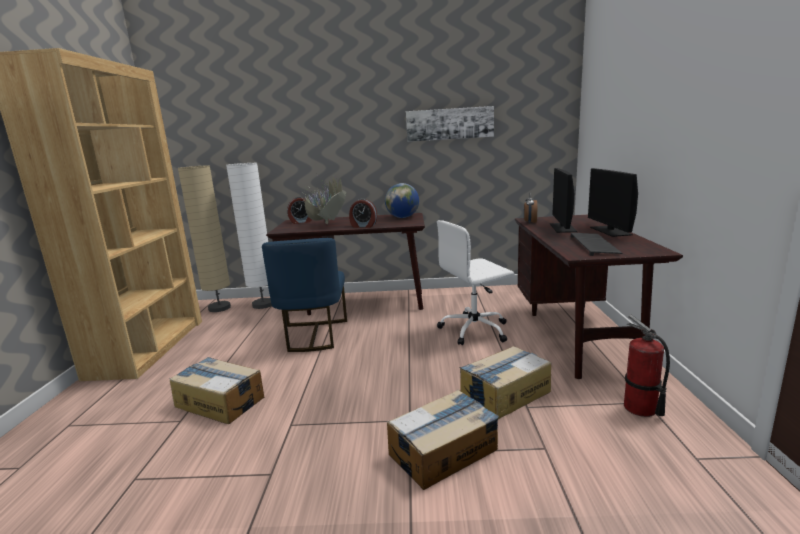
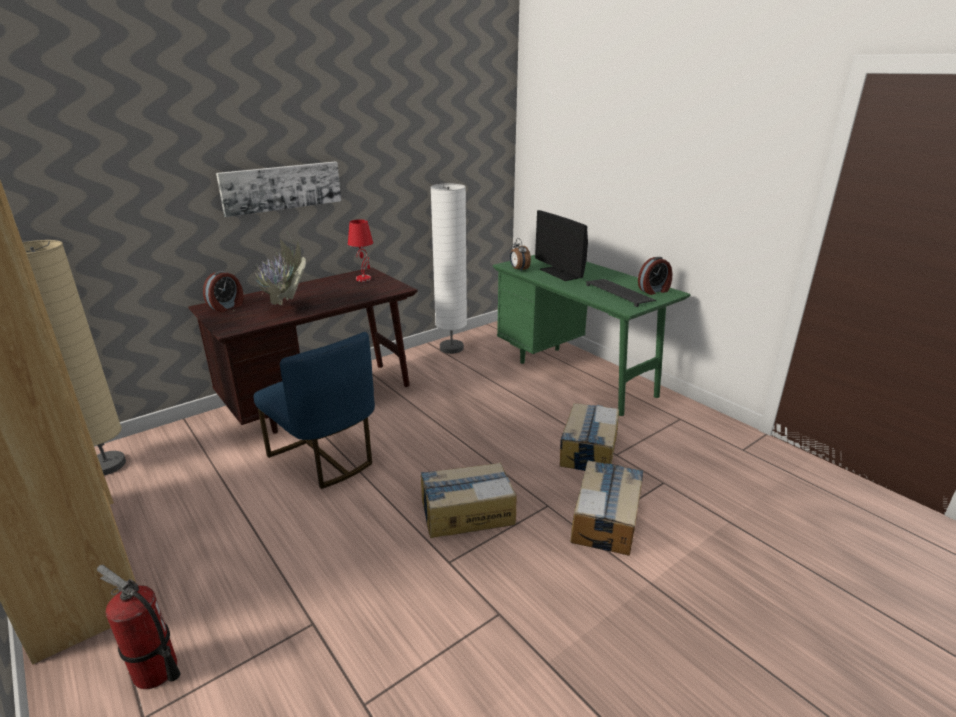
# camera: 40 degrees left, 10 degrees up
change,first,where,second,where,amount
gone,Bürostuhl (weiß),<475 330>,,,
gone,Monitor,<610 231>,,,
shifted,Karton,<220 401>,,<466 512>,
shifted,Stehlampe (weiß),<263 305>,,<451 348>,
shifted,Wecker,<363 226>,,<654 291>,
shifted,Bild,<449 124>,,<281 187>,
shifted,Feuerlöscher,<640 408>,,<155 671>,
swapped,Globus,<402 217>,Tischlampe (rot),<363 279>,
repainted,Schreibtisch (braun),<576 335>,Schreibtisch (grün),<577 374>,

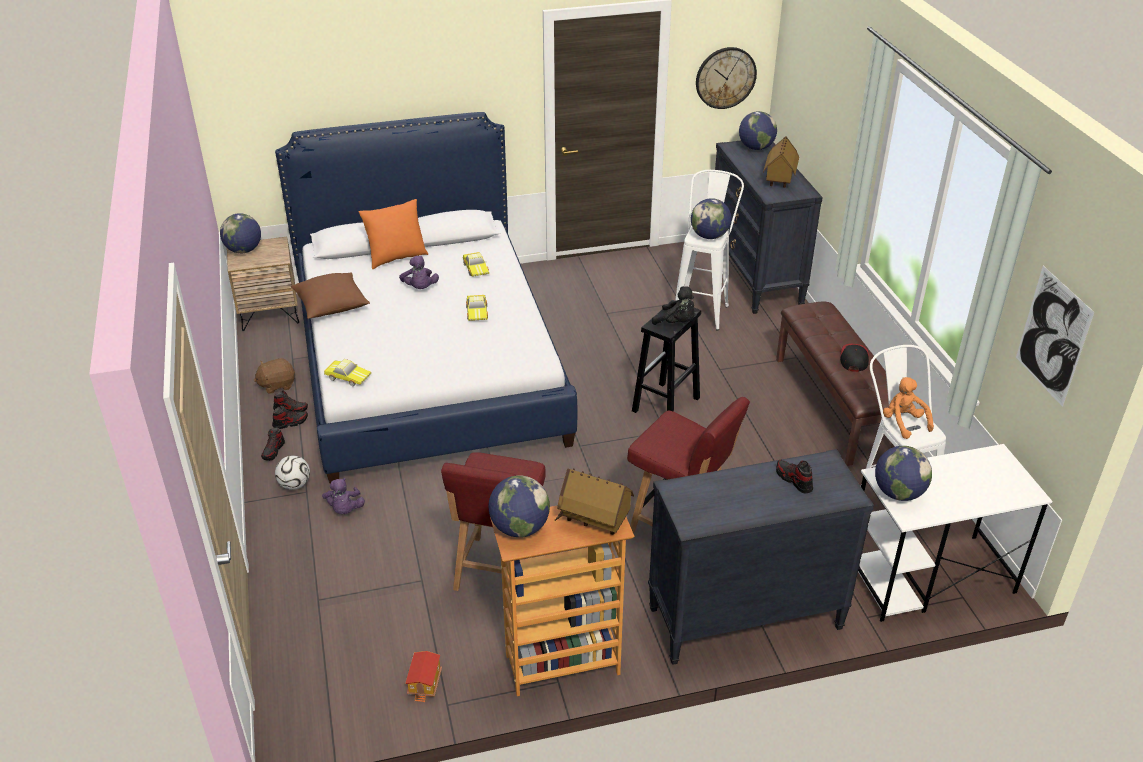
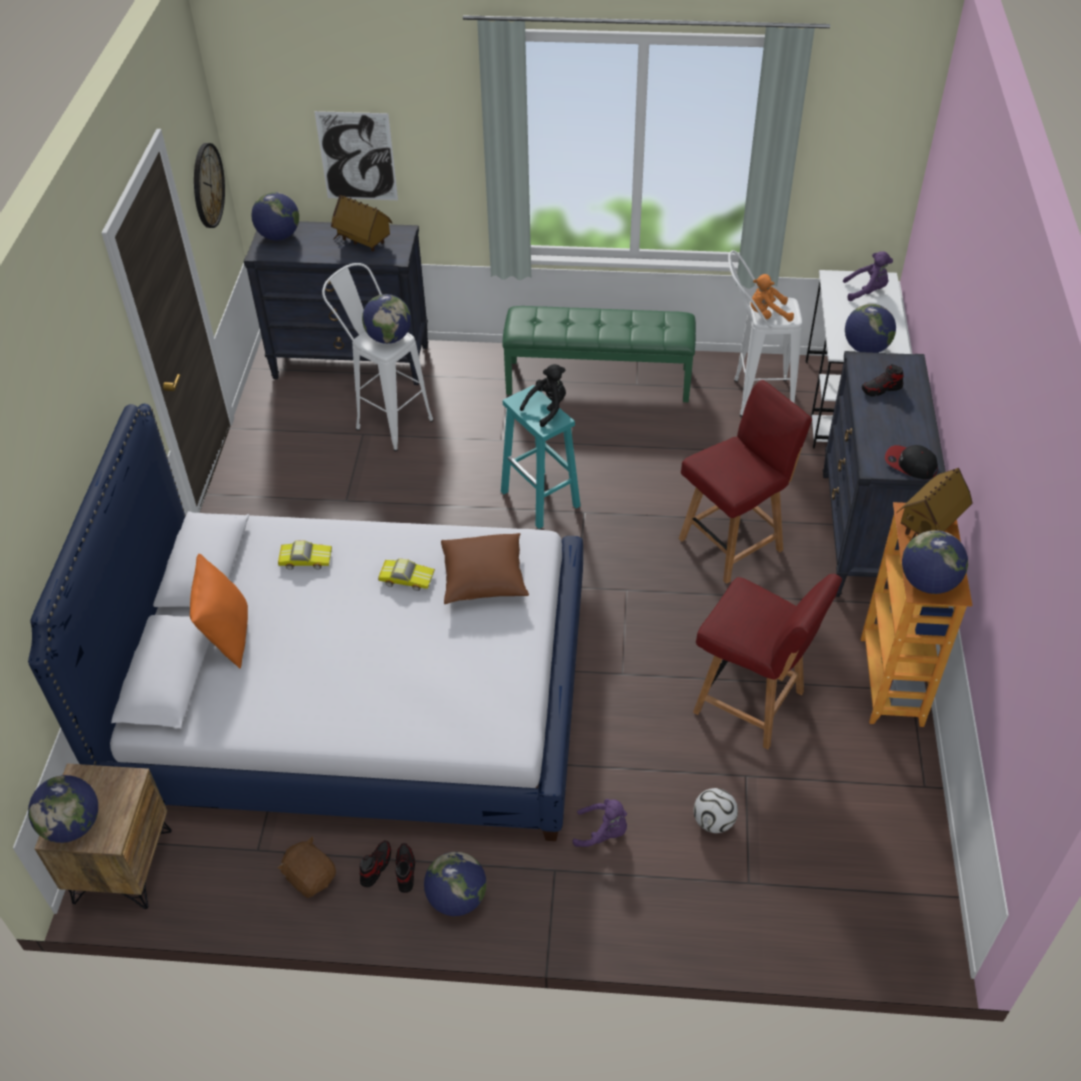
# camera: 70 degrees left, 10 degrees up
change,first,where,second,where,amount
gone,Spielzeugauto,<348 376>,,,
gone,Spielzeughaus,<425 683>,,,
shifted,Fußball,<294 485>,,<713 821>,
shifted,Kissen (braun),<331 306>,,<484 579>,
shifted,Plüschtier (lila),<420 288>,,<867 291>,
shifted,Kappe,<853 359>,,<910 464>,
shifted,Bild,<1053 336>,,<357 156>,
swapped,Schuh,<273 451>,Globus,<457 898>,
repainted,Hocker (schwarz),<665 405>,Hocker (türkis),<541 499>,
repainted,Bank (braun),<834 405>,Bank (grün),<598 380>,
rotated,Plüschtier (braun),<277 385>,,<310 877>,135 degrees clockwise

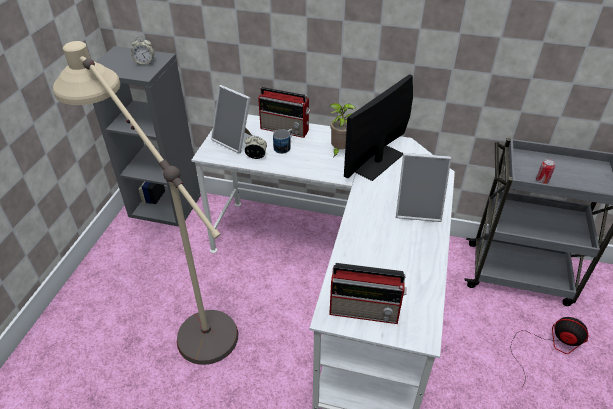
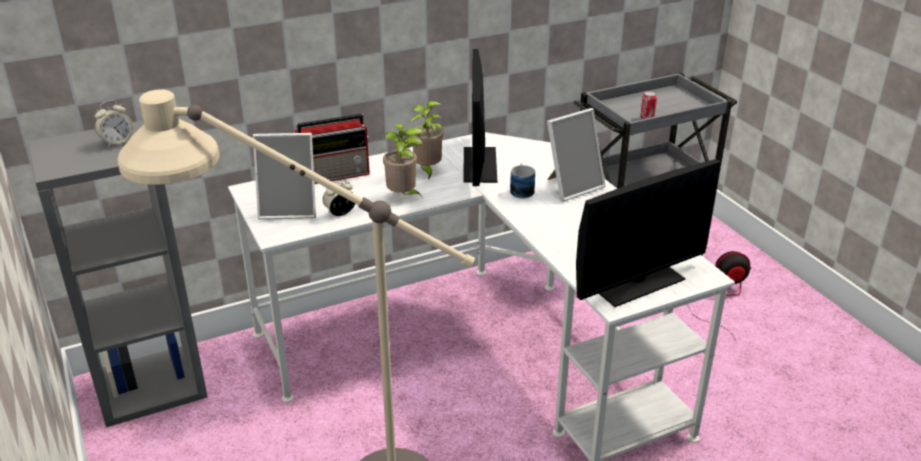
# camera: 40 degrees left, 10 degrees down
change,first,where,second,where,amount
new,,,Topfpflanze,<403 197>,
shifted,Henkelbecher,<284 147>,,<521 190>,
swapped,Radio,<366 310>,Monitor,<637 282>,

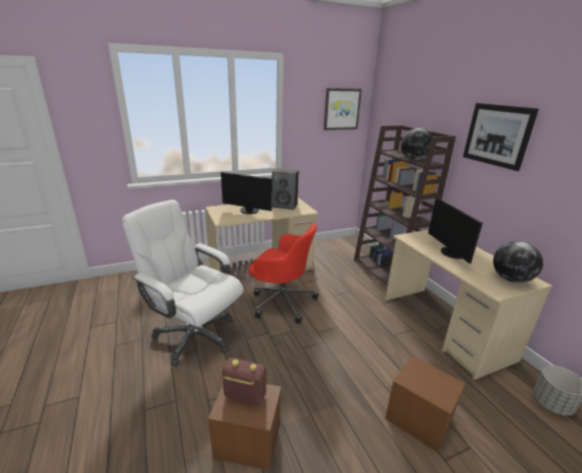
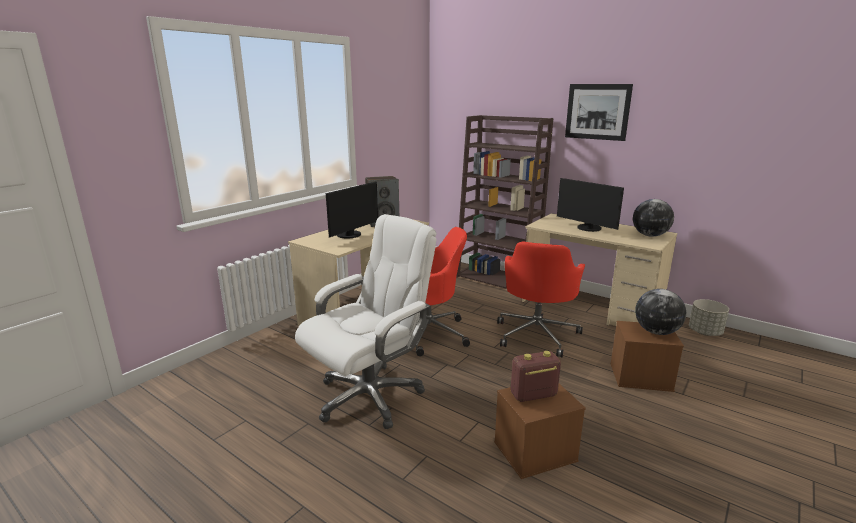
# camera: 30 degrees left, 5 degrees down
change,first,where,second,where,amount
gone,Bild,<341 109>,,,
new,,,Bürostuhl (rot),<537 334>,
shifted,Globus,<414 159>,,<656 332>,
rotated,Bürostuhl (weiß),<194 335>,,<370 395>,135 degrees clockwise
rotated,Monitor,<248 211>,,<351 235>,45 degrees counterclockwise

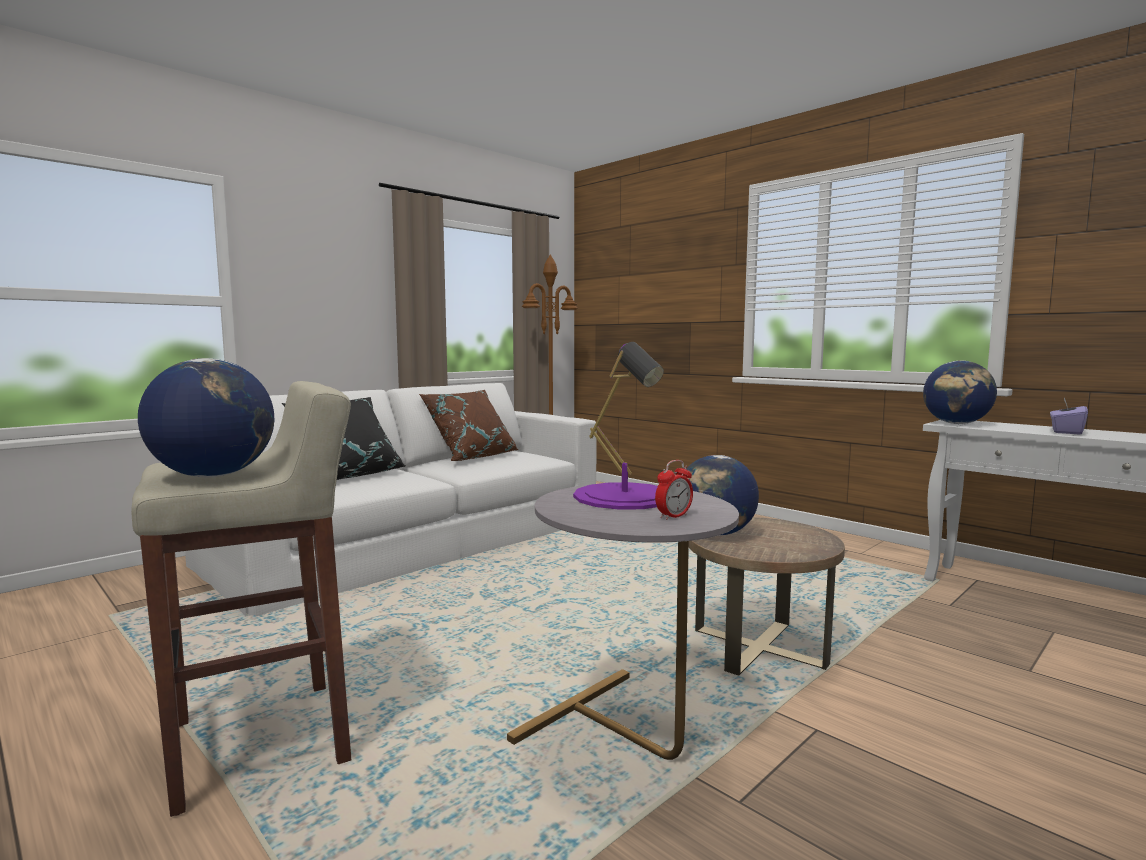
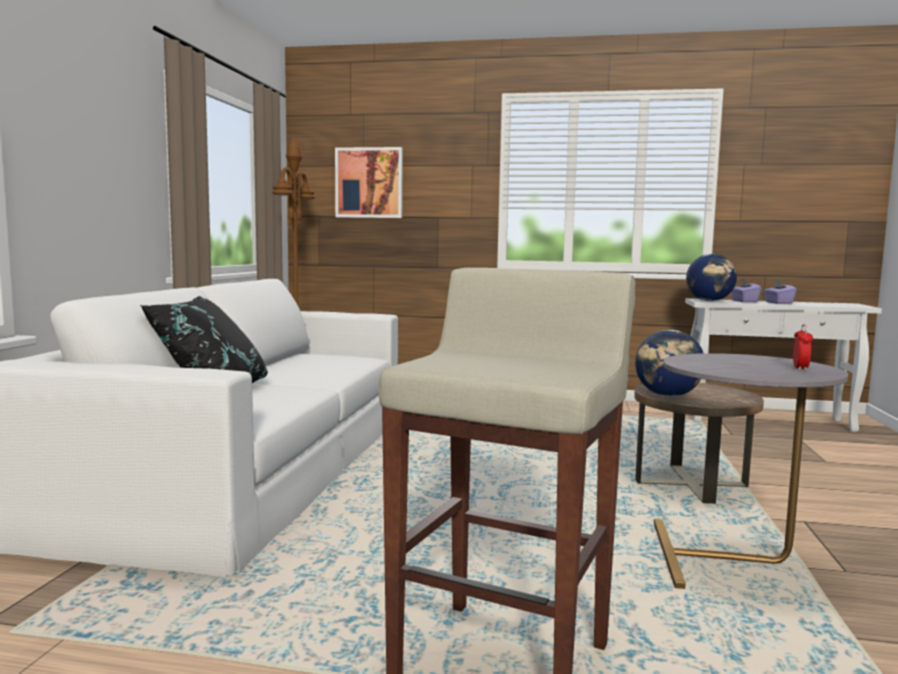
# camera: 35 degrees left, 0 degrees up
change,first,where,second,where,amount
gone,Globus,<213 476>,,,
gone,Kissen (braun),<471 457>,,,
gone,Tischlampe (lila),<625 496>,,,
new,,,Bild,<369 183>,
new,,,Taschentuchbox (lila),<744 301>,

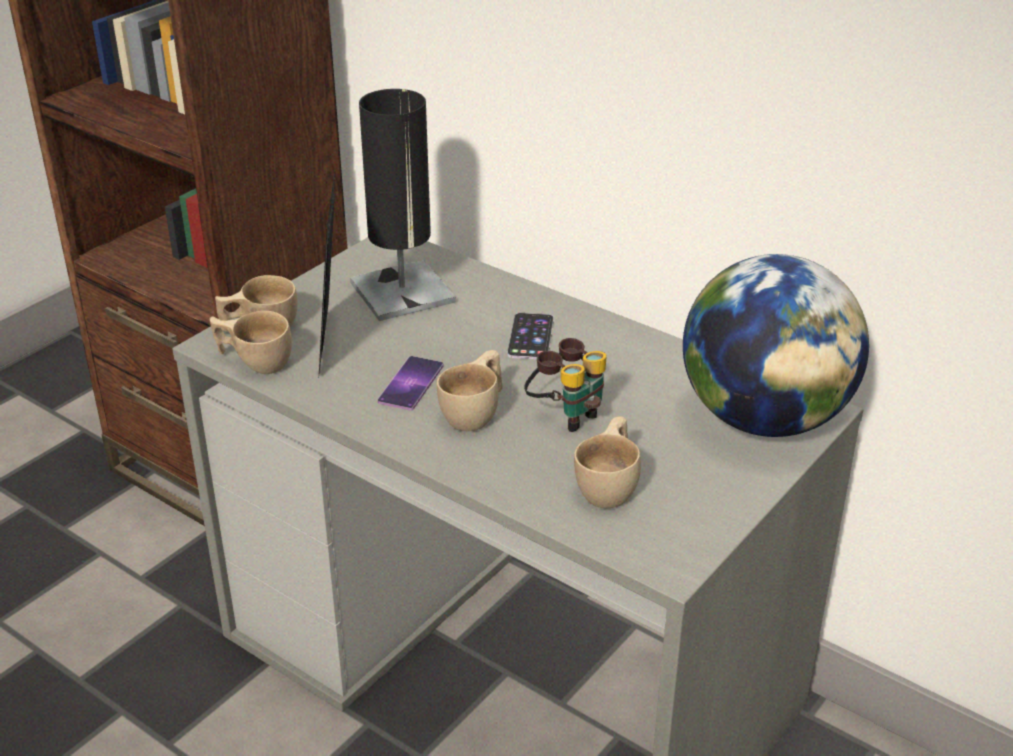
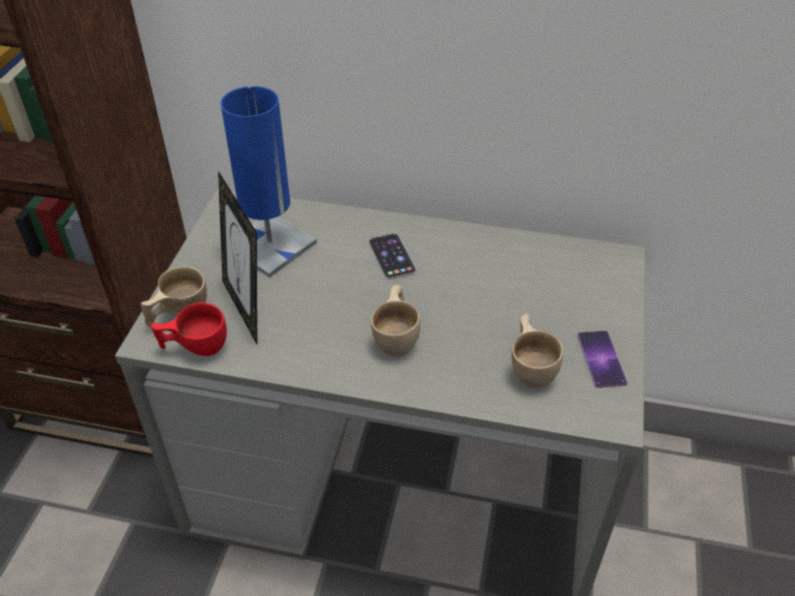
# camera: 25 degrees left, 10 degrees up
change,first,where,second,where,amount
gone,Fernglas,<566 414>,,,
gone,Globus,<764 419>,,,
shifted,Handy,<411 383>,,<601 359>,
repainted,Tasse (beige),<254 361>,Tasse (rot),<194 346>,
repainted,Tischlampe (schwarz),<402 292>,Tischlampe (blau),<270 245>,

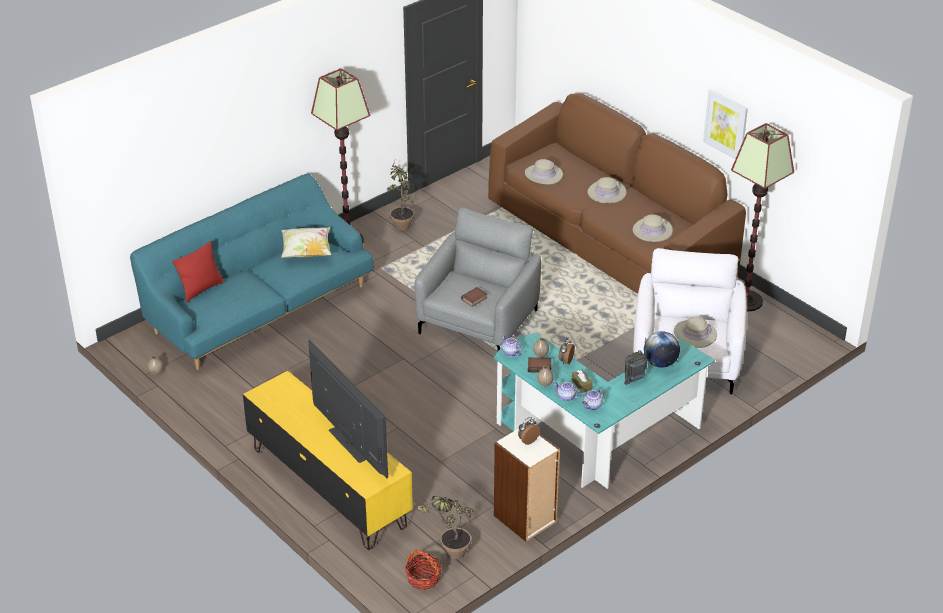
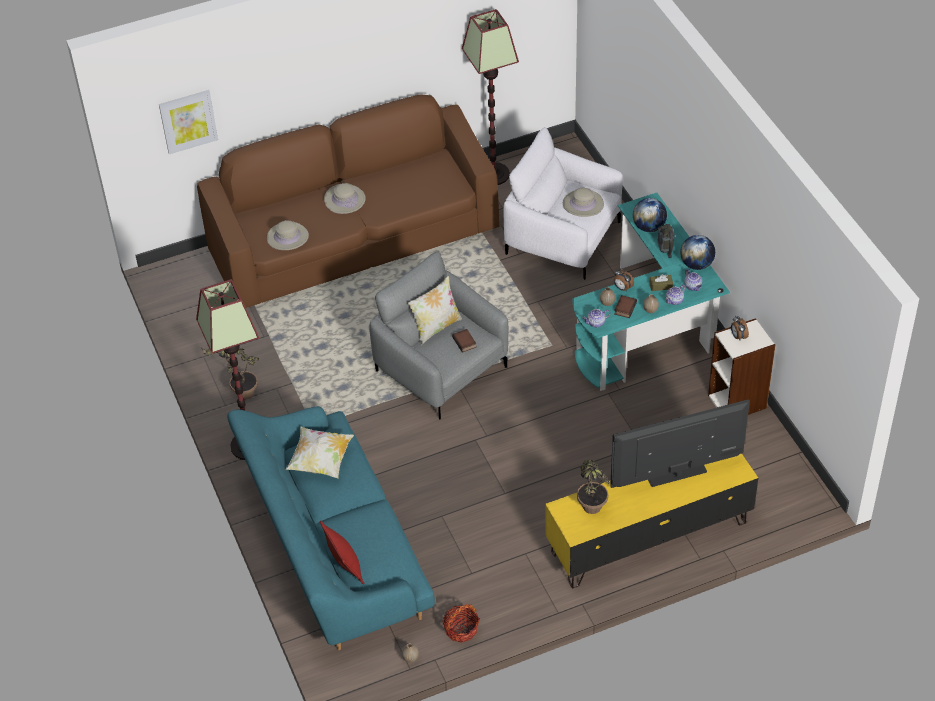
# camera: 70 degrees left, 10 degrees up
change,first,where,second,where,amount
gone,Hut (beige),<652 230>,,,
new,,,Kissen,<436 327>,
new,,,Globus,<696 264>,
shifted,Korb,<423 578>,,<461 629>,
shifted,Topfpflanze,<448 553>,,<591 512>,
shifted,Bild,<726 124>,,<188 121>,

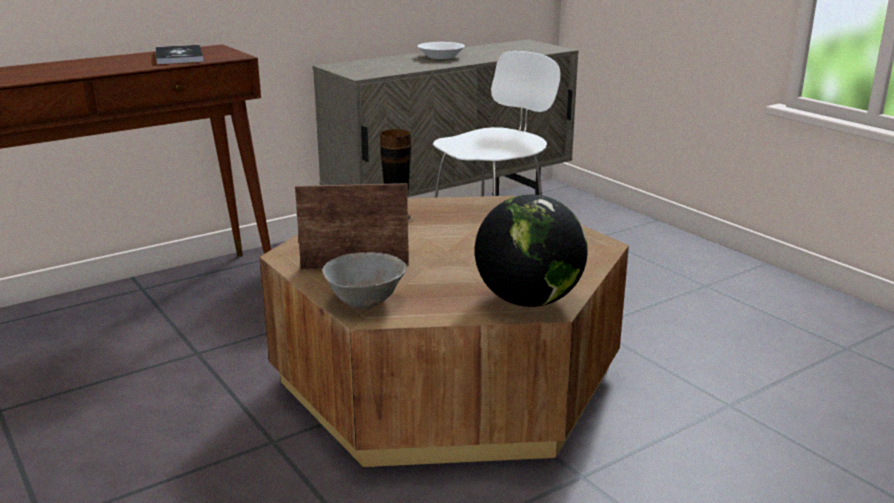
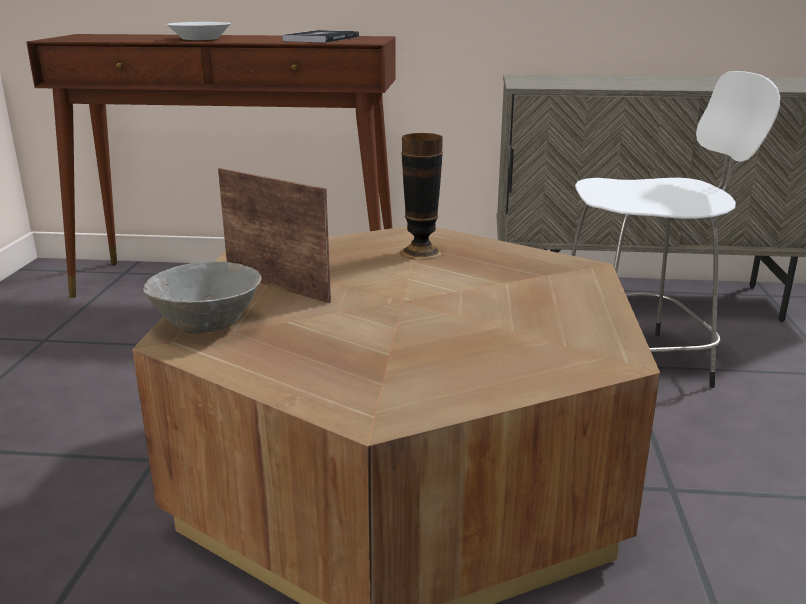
# camera: 40 degrees right, 0 degrees up
change,first,where,second,where,amount
gone,Globus,<528 301>,,,
shifted,Schüssel (weiß),<440 56>,,<200 39>,

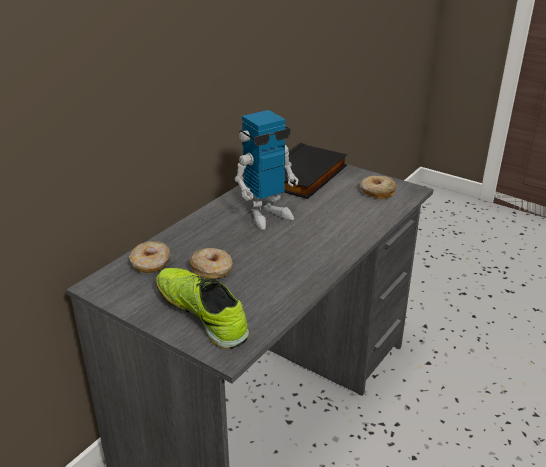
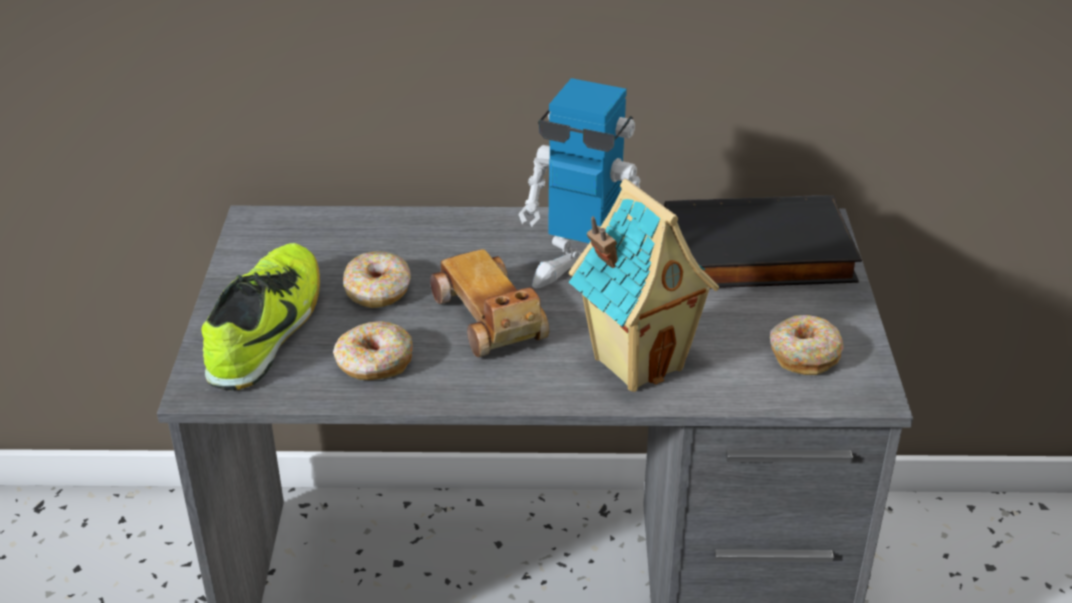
# camera: 55 degrees right, 5 degrees up
change,first,where,second,where,amount
new,,,Spielzeugauto,<489 320>,
new,,,Spielzeughaus,<637 362>,
shifted,Donut,<151 263>,,<374 363>,

